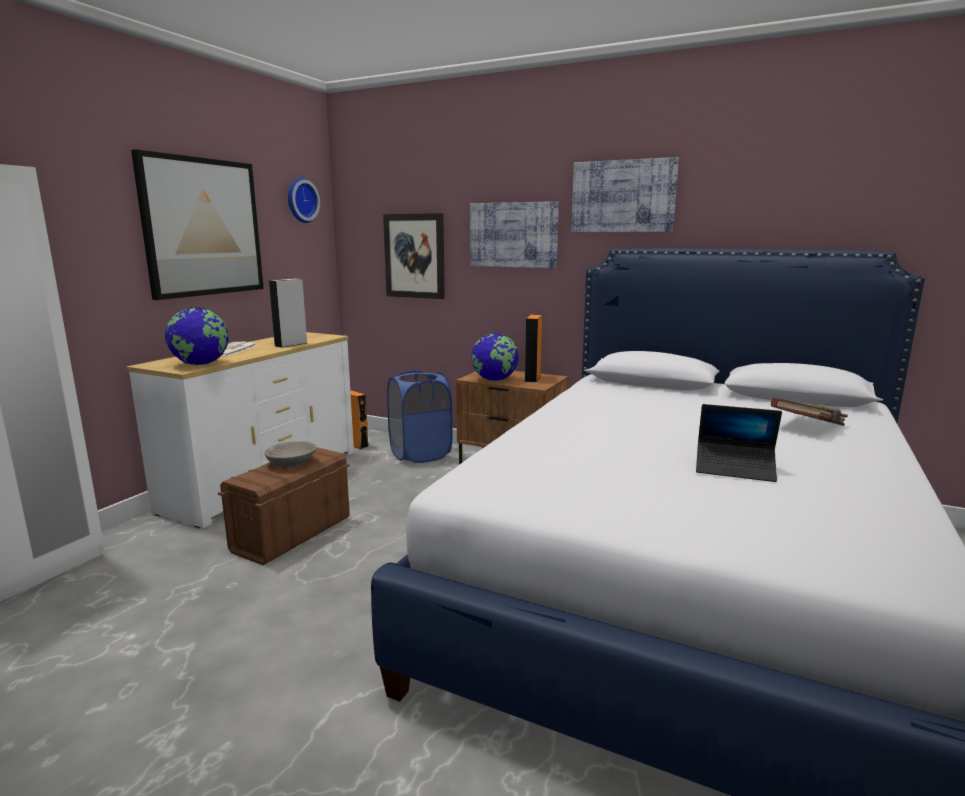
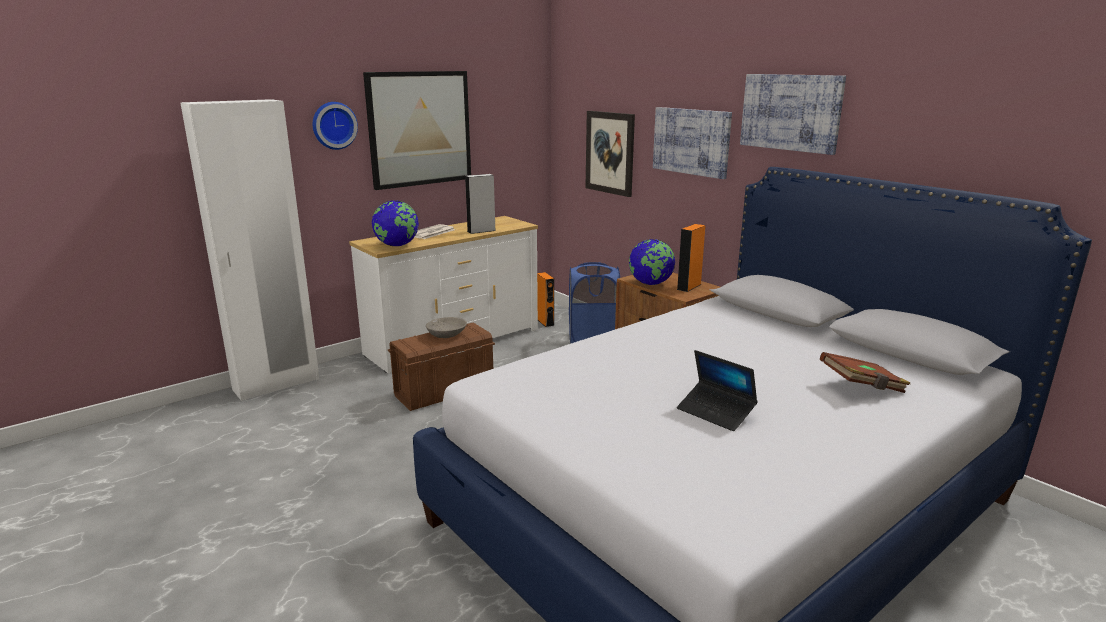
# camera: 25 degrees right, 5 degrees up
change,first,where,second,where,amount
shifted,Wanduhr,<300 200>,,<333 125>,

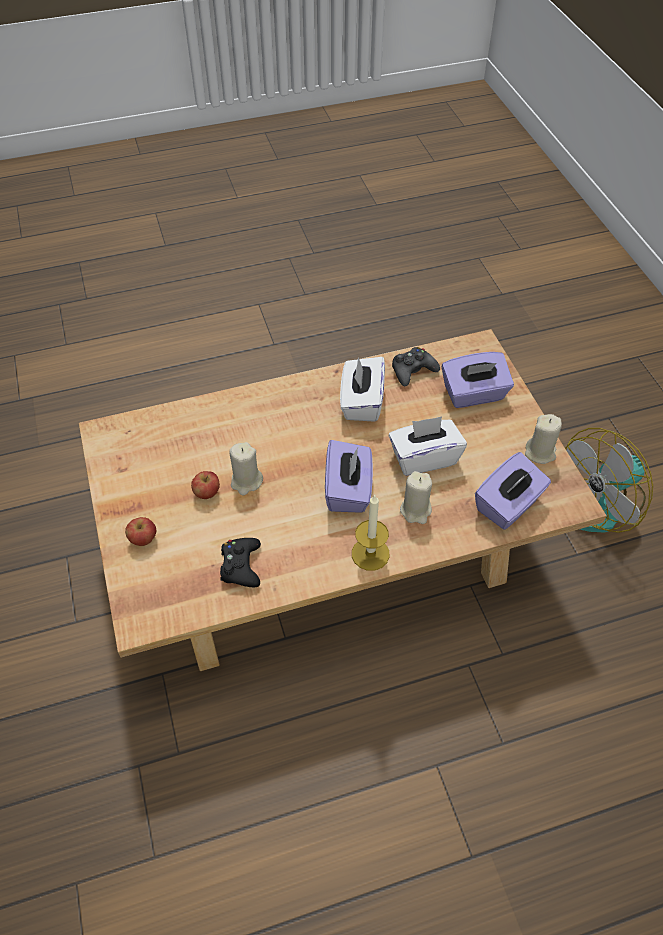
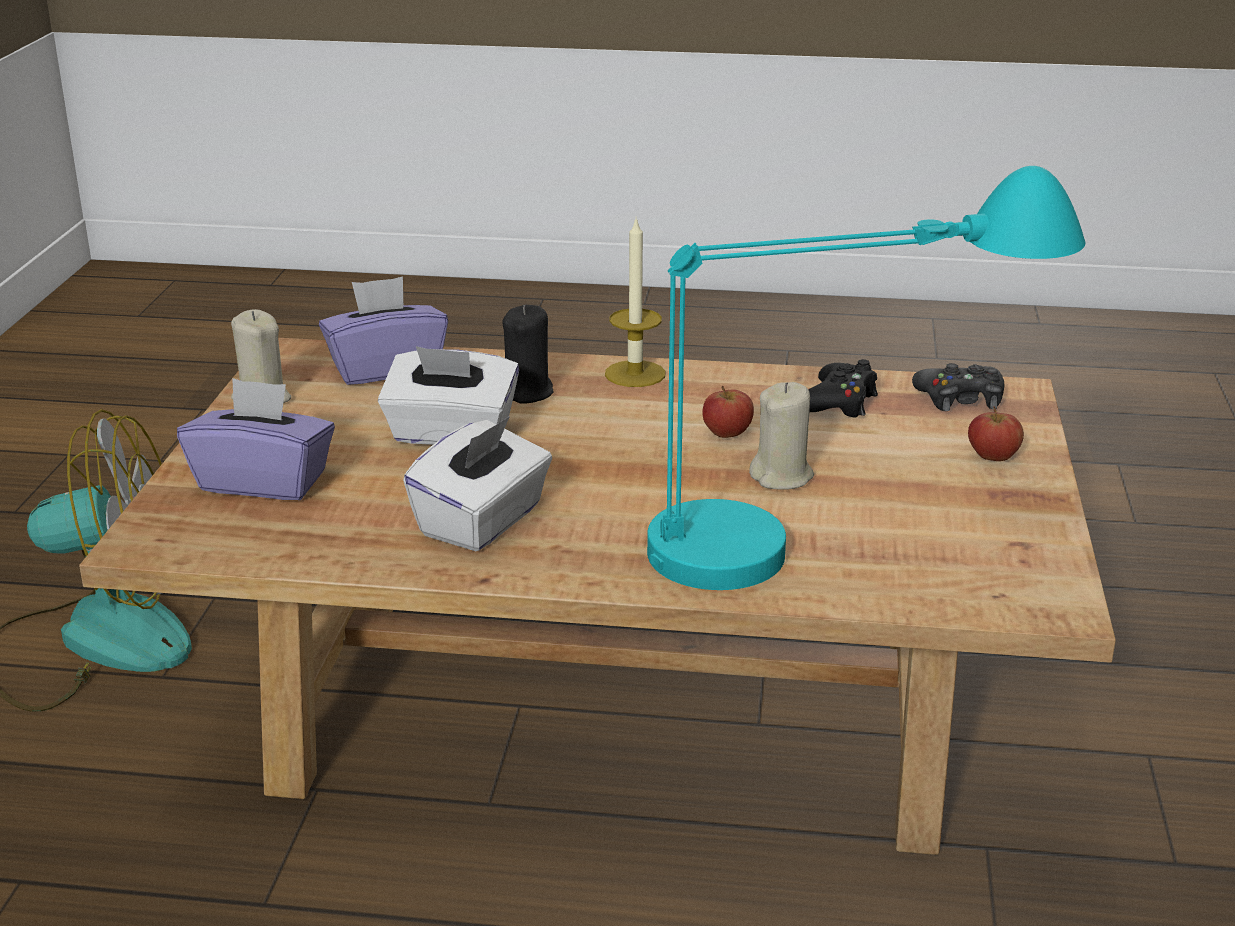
# camera: 155 degrees left, 25 degrees down
change,first,where,second,where,amount
gone,Taschentuchbox (lila),<348 490>,,,
new,,,Tischlampe (türkis),<834 539>,
shifted,Apfel,<207 493>,,<727 434>,
shifted,Gamepad (schwarz),<412 370>,,<960 399>,
repainted,Kerze (beige),<416 510>,Kerze (schwarz),<527 392>,

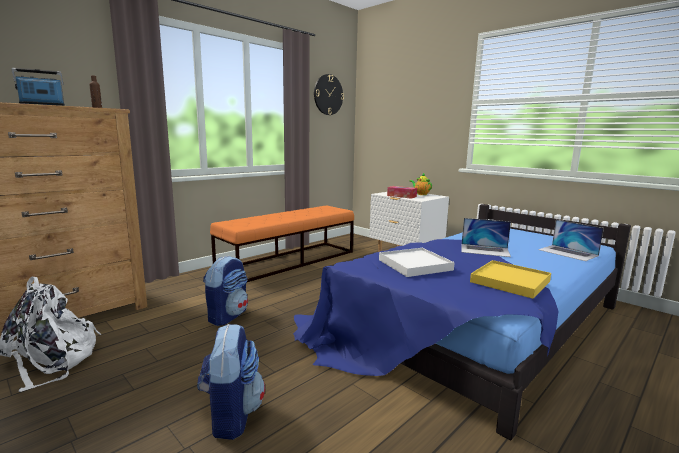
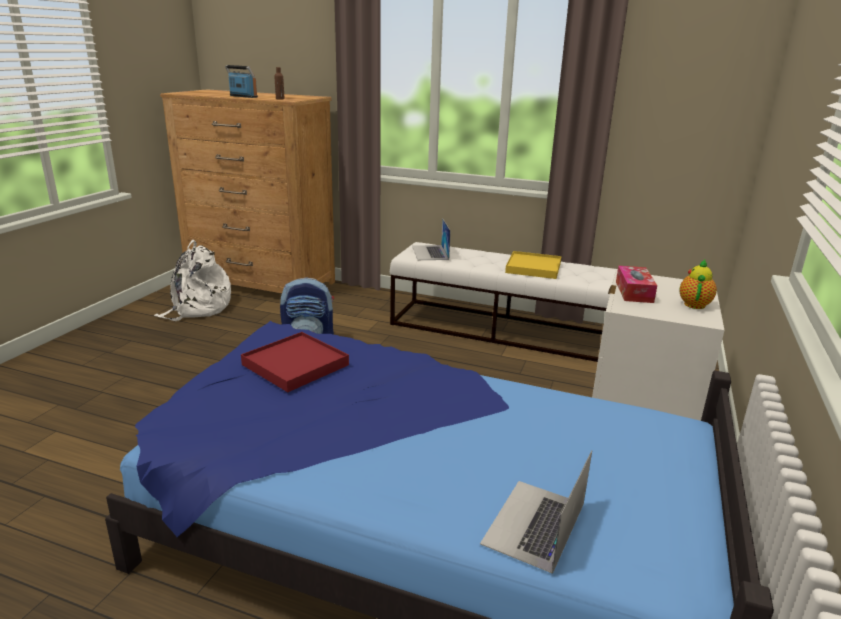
# camera: 65 degrees right, 10 degrees up
change,first,where,second,where,amount
gone,Rucksack,<231 415>,,,
gone,Wanduhr,<328 95>,,,
shifted,Laptop,<485 250>,,<430 252>,
shifted,Tablett (gelb),<510 281>,,<533 268>,
repainted,Bank (orange),<289 261>,Bank (weiß),<501 330>,
repainted,Tablett (weiß),<415 265>,Tablett (rot),<295 365>,

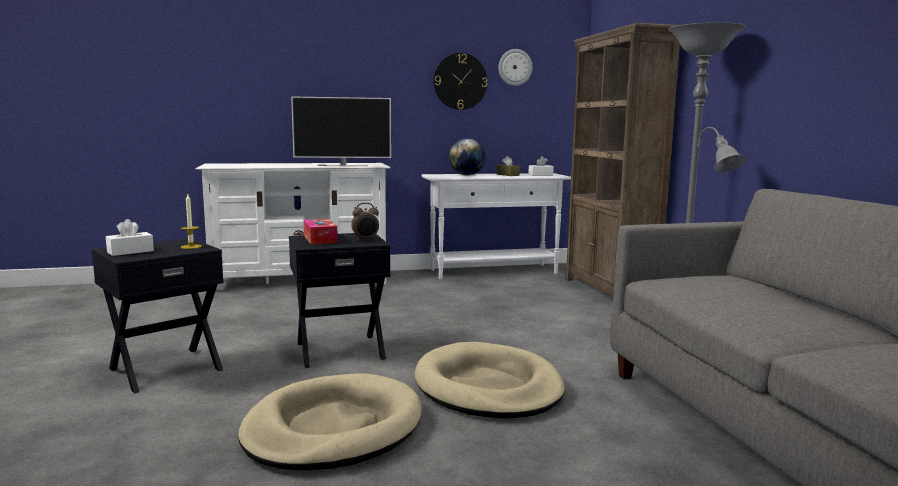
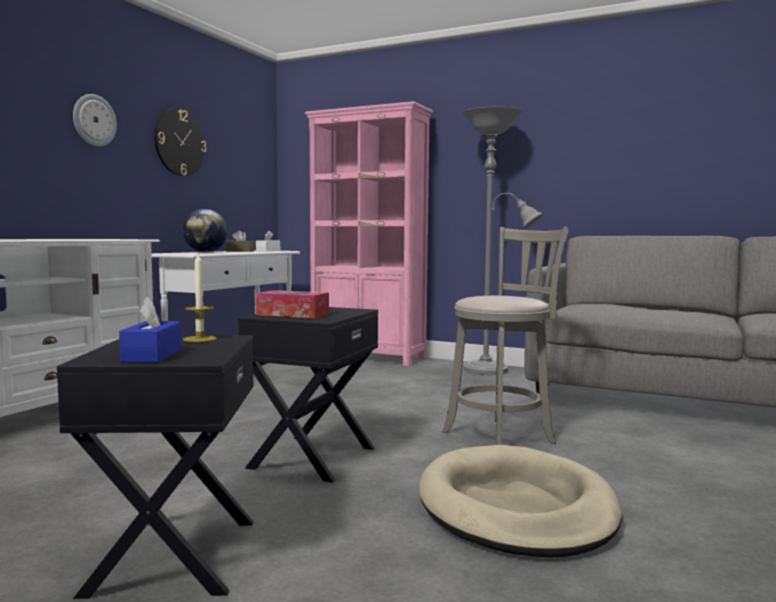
# camera: 50 degrees left, 5 degrees down
change,first,where,second,where,amount
gone,Fernseher,<343 166>,,,
gone,Wecker,<365 239>,,,
shifted,Wanduhr,<515 67>,,<94 120>,
swapped,Hundebett (beige),<488 387>,Hocker (grau),<502 436>,
repainted,Taschentuchbox (weiß),<130 251>,Taschentuchbox (blau),<152 355>,
repainted,Bücherregal (braun),<609 292>,Bücherregal (rosa),<368 357>,

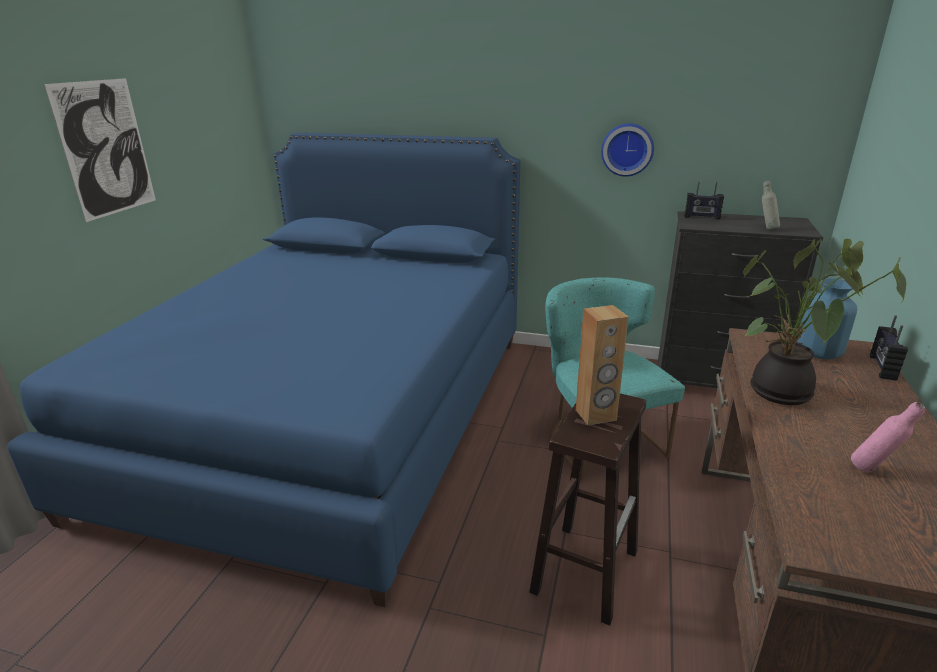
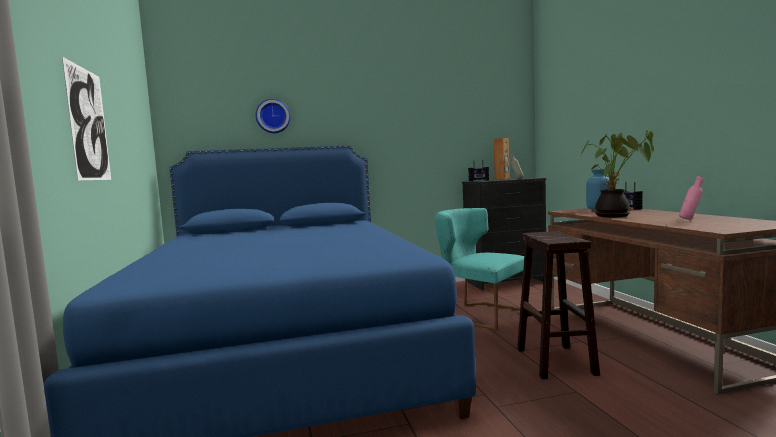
# camera: 30 degrees left, 20 degrees down
change,first,where,second,where,amount
shifted,Lautsprecher (braun),<596 415>,,<502 179>,
shifted,Wanduhr,<627 149>,,<273 116>,

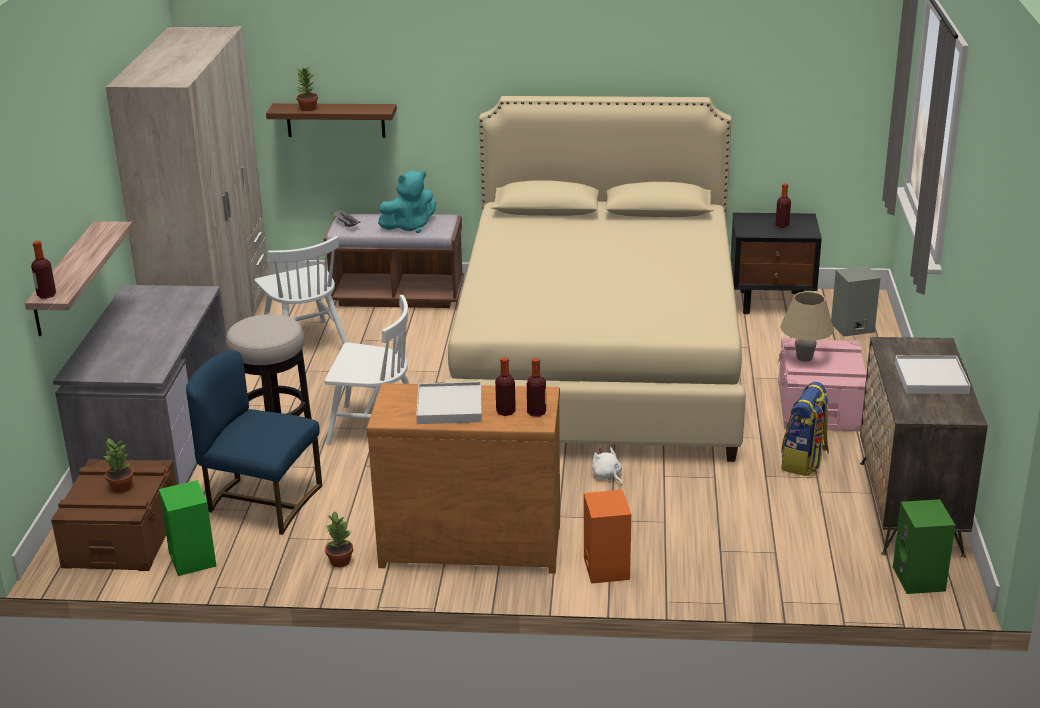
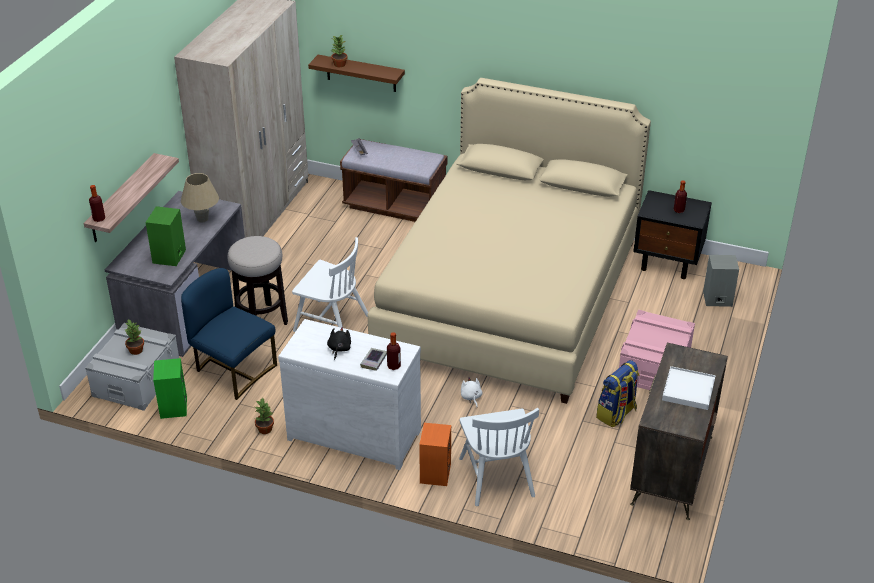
# camera: 15 degrees right, 10 degrees up
change,first,where,second,where,amount
gone,Plüschtier (türkis),<409 226>,,,
shifted,Stuhl (weiß),<305 343>,,<496 476>,
shifted,Tischlampe (beige),<804 357>,,<202 219>,
shifted,Lautsprecher (grün),<920 579>,,<169 257>,
swapped,Tablett (weiß),<449 407>,Plüschtier (schwarz),<339 349>,
swapped,Flasche,<505 412>,Buch,<374 361>,
repainted,Aufbewahrungsbox (braun),<122 537>,Aufbewahrungsbox (grau),<136 380>,
repainted,Kommode (braun),<470 542>,Kommode (weiß),<354 432>,

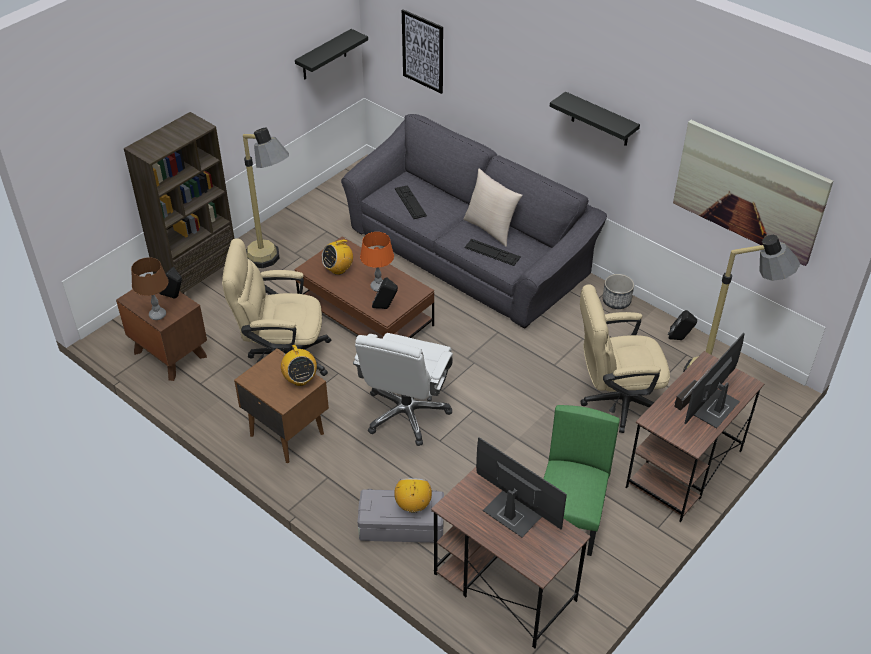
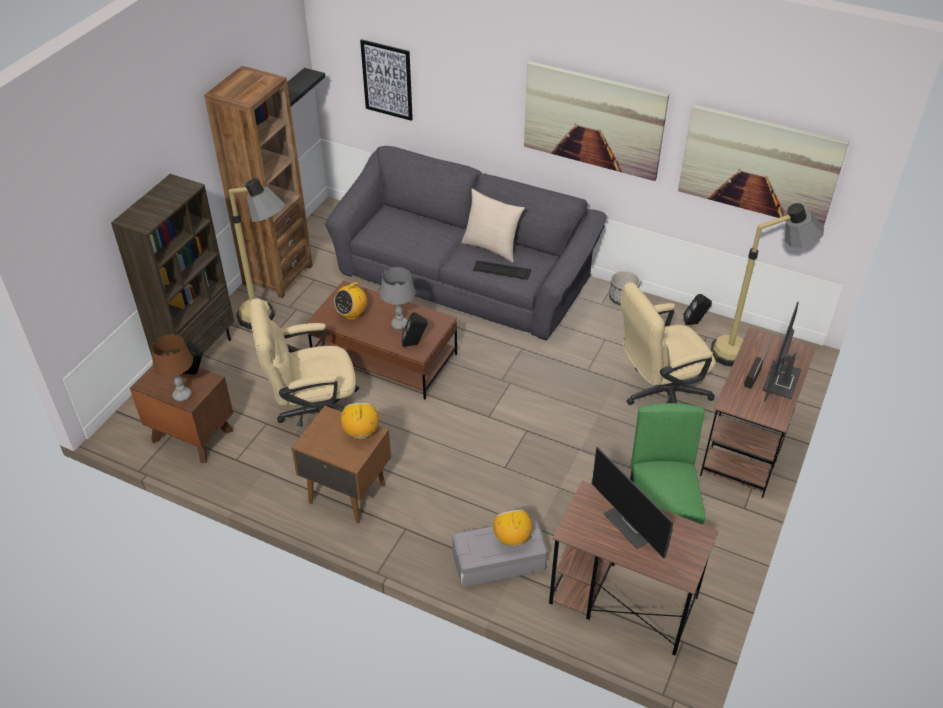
# camera: 15 degrees left, 0 degrees up
change,first,where,second,where,amount
gone,Bürostuhl (weiß),<406 413>,,,
gone,Tastatur,<410 202>,,,
new,,,Bücherregal (braun),<277 275>,
swapped,Wandregal (schwarz),<600 120>,Bild,<593 120>,
repainted,Tischlampe (orange),<378 287>,Tischlampe (grau),<399 324>,
rotated,Radio,<300 379>,,<361 433>,150 degrees counterclockwise
rotated,Monitor,<511 514>,,<633 525>,150 degrees counterclockwise

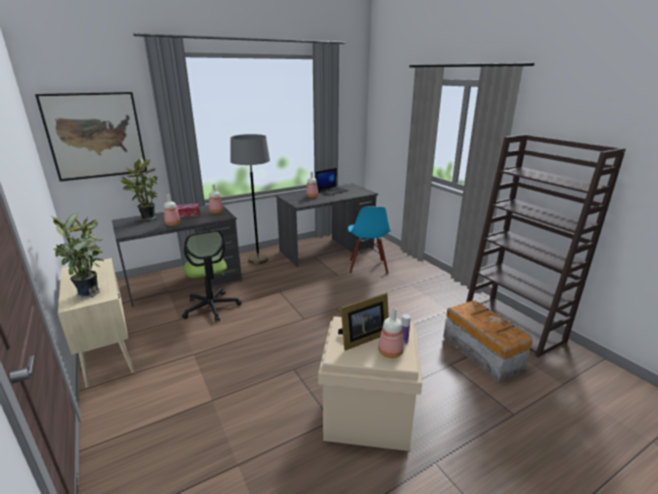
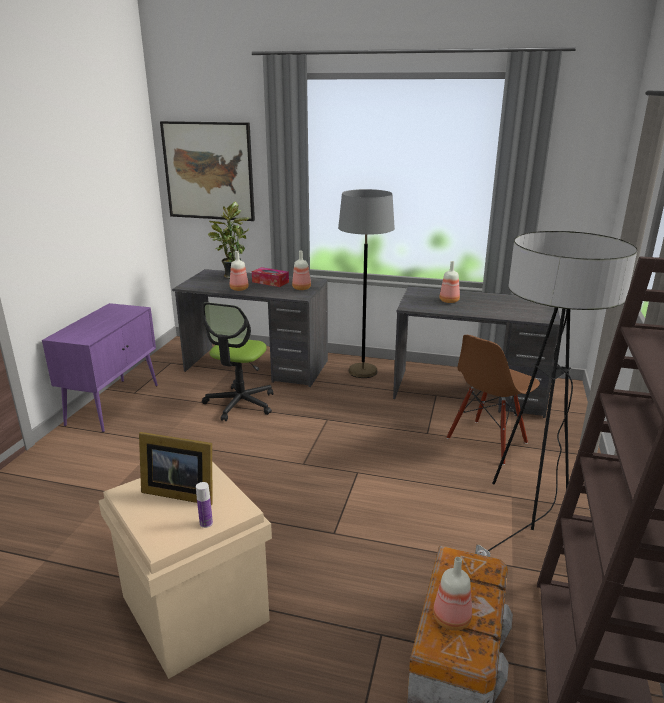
# camera: 45 degrees right, 0 degrees up
change,first,where,second,where,amount
gone,Topfpflanze,<91 292>,,,
gone,Laptop,<332 191>,,,
new,,,Stehlampe,<527 509>,
shifted,Flasche,<389 352>,,<451 617>,
repainted,Schrank (beige),<107 352>,Schrank (lila),<114 404>,
repainted,Stuhl (blau),<367 267>,Stuhl (braun),<487 441>,

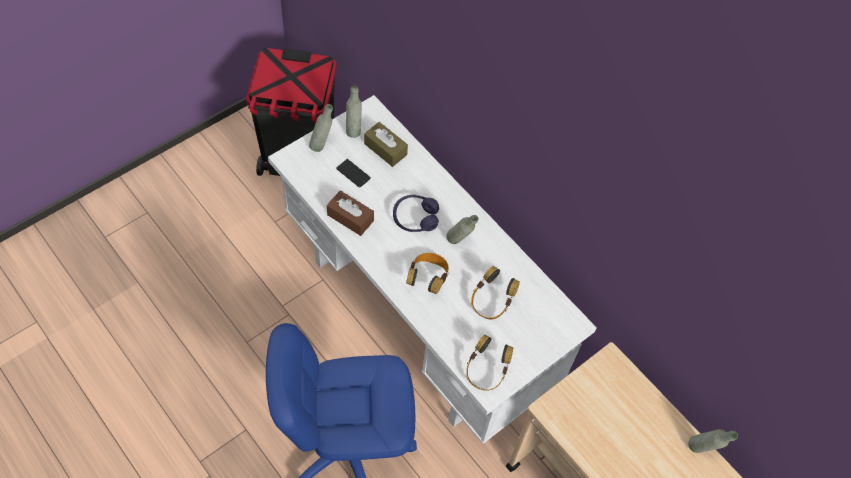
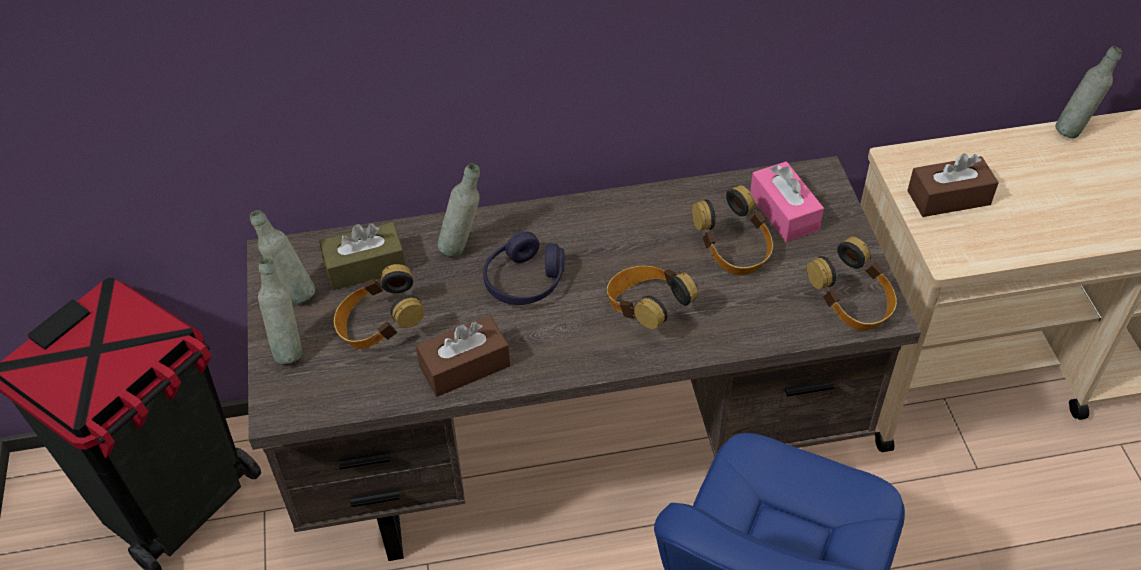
# camera: 55 degrees left, 10 degrees down
change,first,where,second,where,amount
new,,,Taschentuchbox (rosa),<784 212>,
new,,,Taschentuchbox (braun),<948 198>,
shifted,Flasche (grau),<459 242>,,<463 246>,
swapped,Handy,<353 173>,Kopfhörer,<380 328>,
repainted,Schreibtisch (weiß),<419 316>,Schreibtisch (braun),<578 455>,

